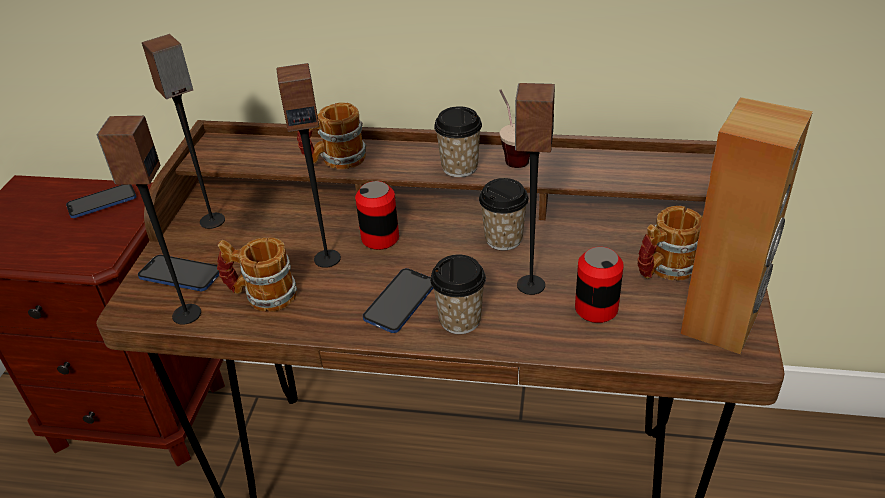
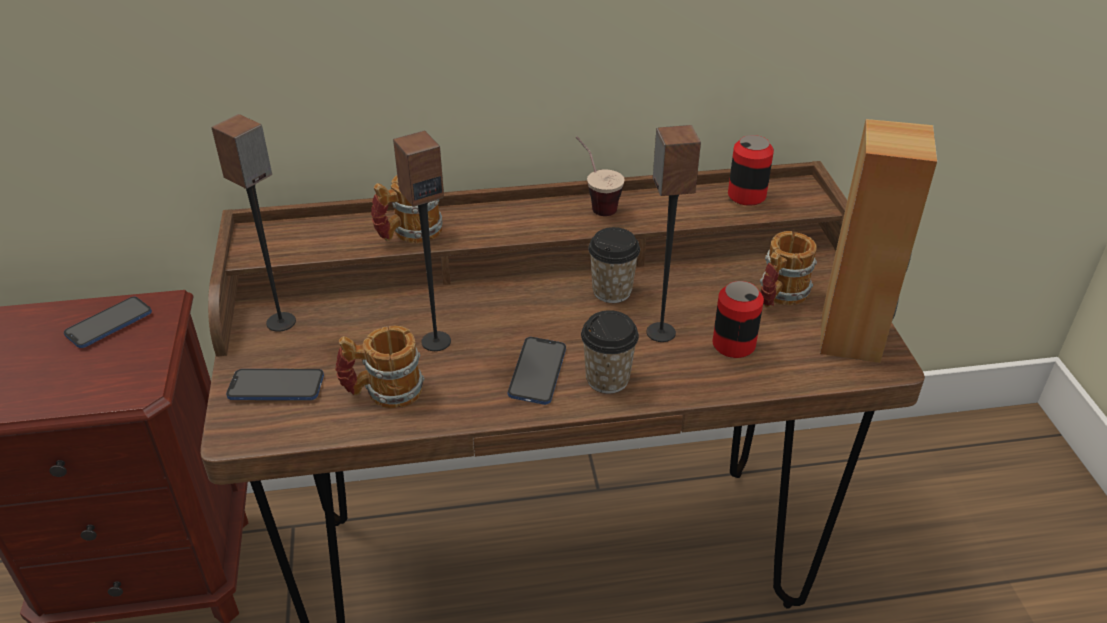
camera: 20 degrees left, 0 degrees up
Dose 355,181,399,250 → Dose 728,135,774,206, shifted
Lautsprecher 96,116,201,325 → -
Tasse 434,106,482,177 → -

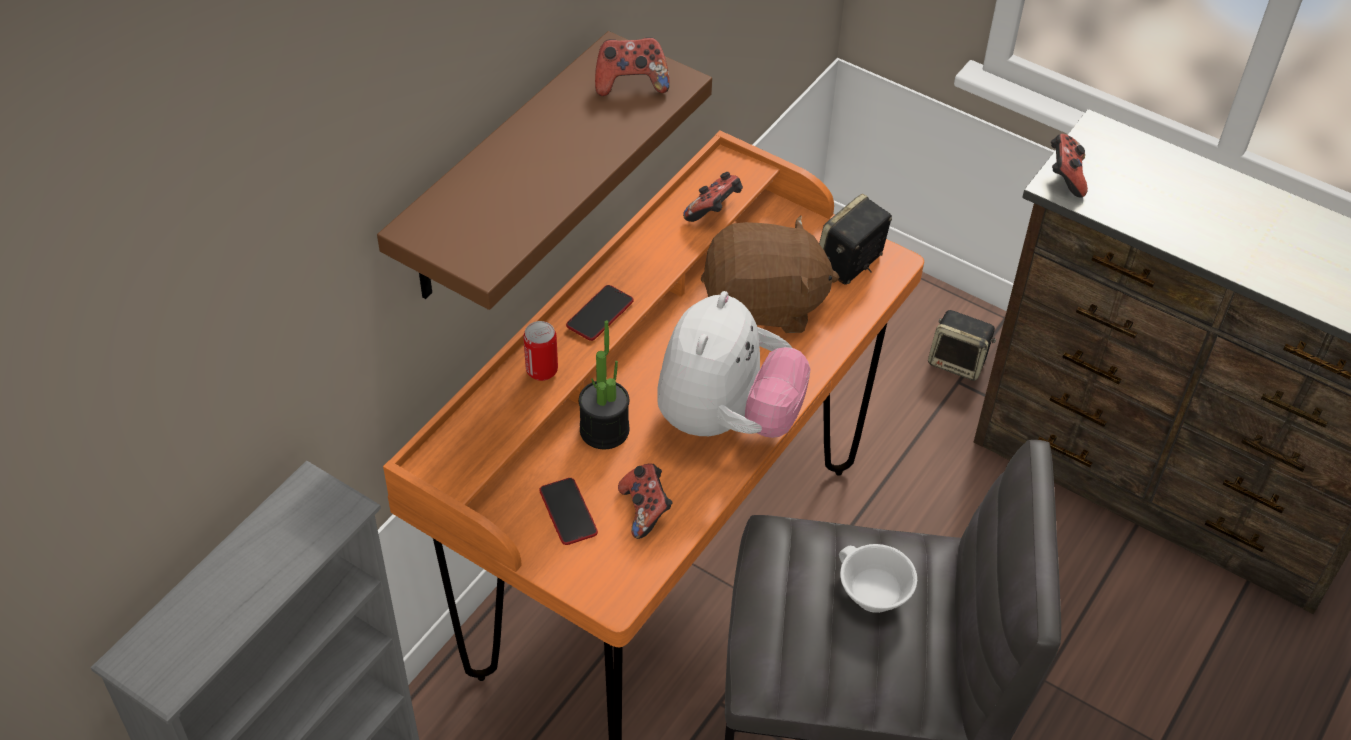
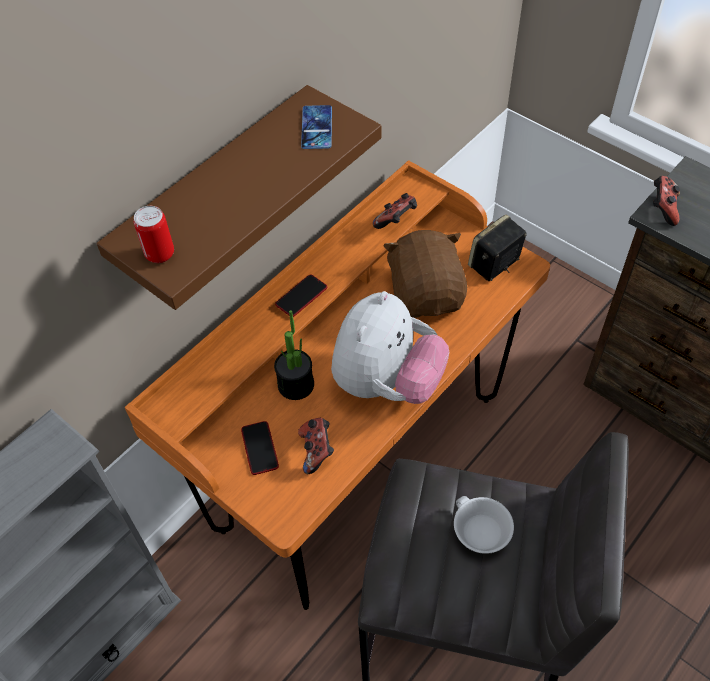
camera: 10 degrees right, 5 degrees up
Dose 524,321,558,381 → Dose 134,206,174,263, shifted
Gamepad 595,37,670,96 → Handy 301,105,332,149
Plüschtier [braun] 701,215,839,333 → Plüschtier [braun] 383,230,467,318, 105 degrees counterclockwise
Lautsprecher 928,310,996,381 → -

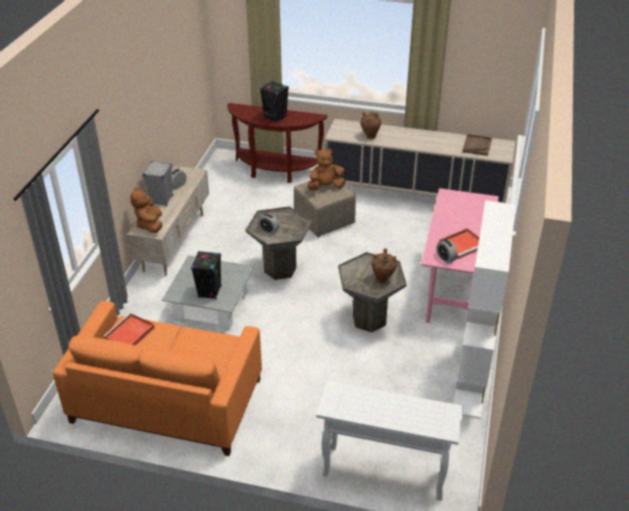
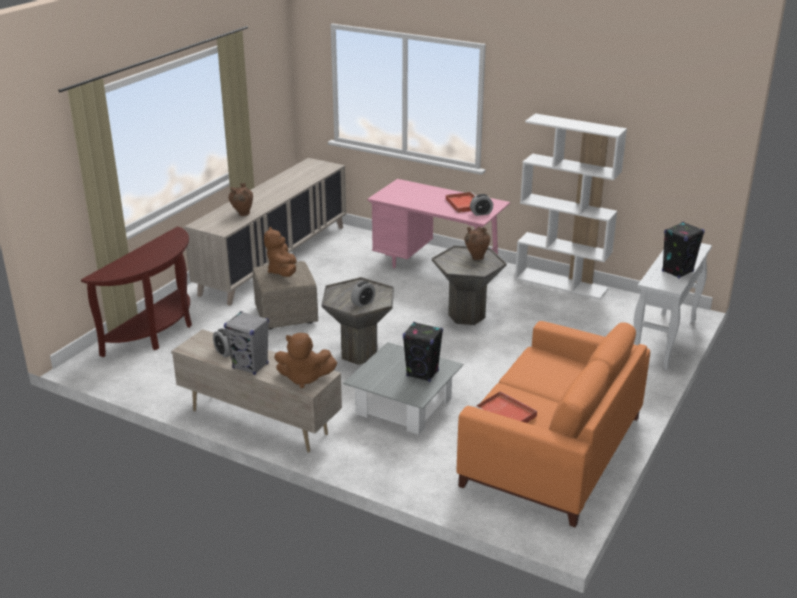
camera: 75 degrees left, 10 degrees down
Lautsprecher [schwarz] 260,81,289,123 → Lautsprecher [schwarz] 662,222,705,279, shifted
Tablett [braun] 462,134,492,156 → -

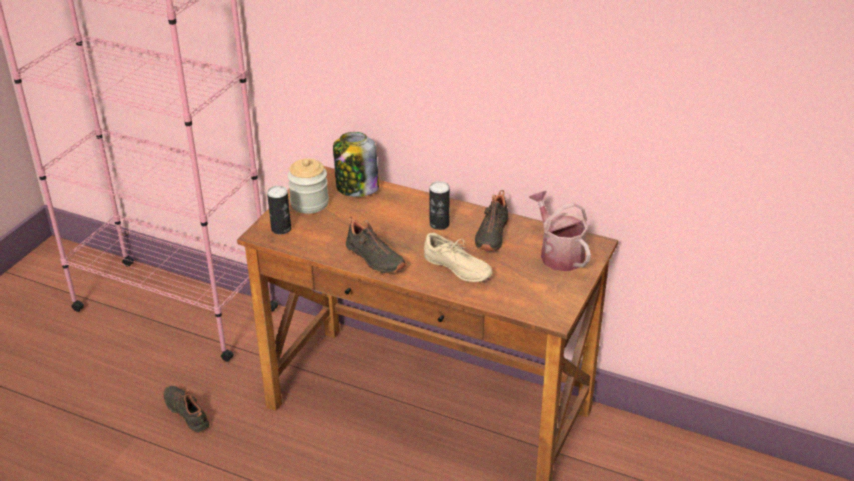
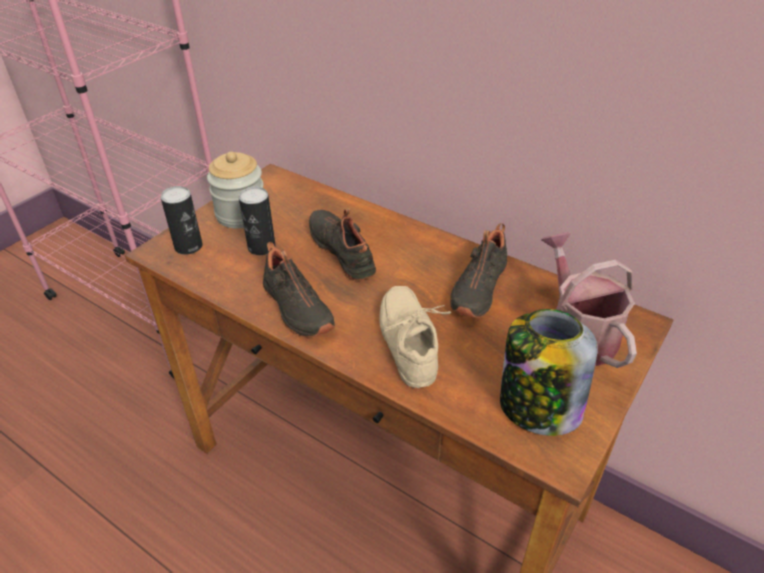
camera: 10 degrees right, 5 degrees up
Dose 429,181,450,230 → Dose 239,187,276,255, shifted
Schuh [schwarz] 164,386,209,433 → Schuh [schwarz] 309,208,376,281, shifted
Schuh [beige] 424,233,493,282 → Schuh [beige] 379,286,451,388, 150 degrees counterclockwise
Vorratsglas 333,132,379,197 → Vorratsglas 500,309,598,436, shifted

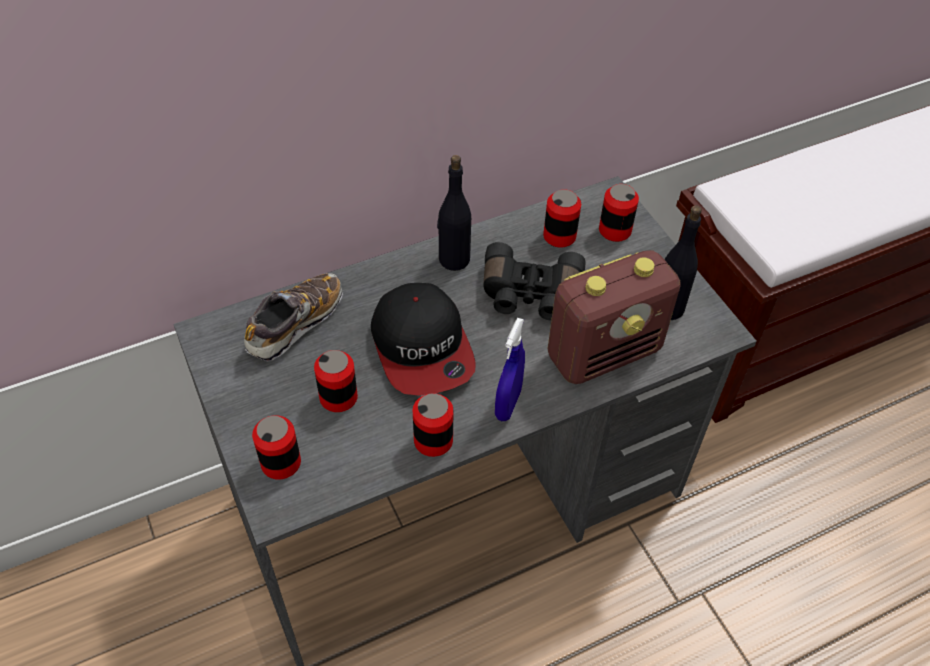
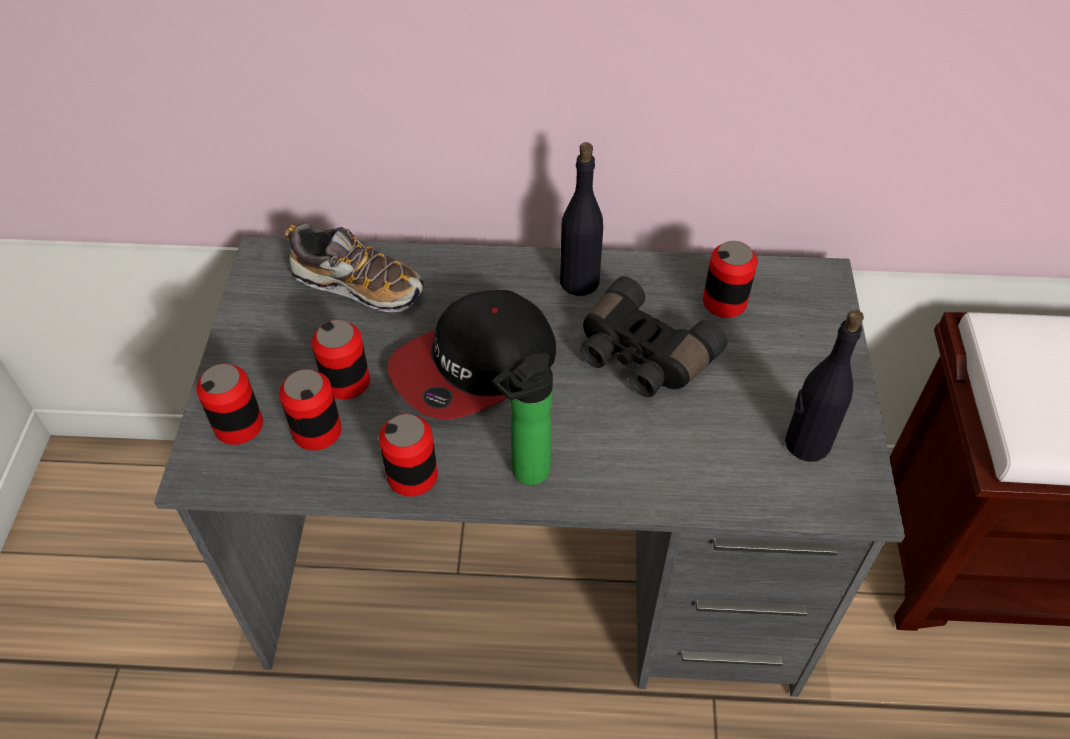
camera: 30 degrees right, 0 degrees up
Dose 599,184,639,242 → Dose 279,369,342,451, shifted
Schuh 244,273,343,361 → Schuh 285,223,424,312, 45 degrees clockwise
Kappe 371,283,476,396 → Kappe 388,290,556,420, 45 degrees clockwise
Sprühflasche [blau] 495,318,525,421 → Flasche 493,353,553,485
Radio 547,250,681,384 → -

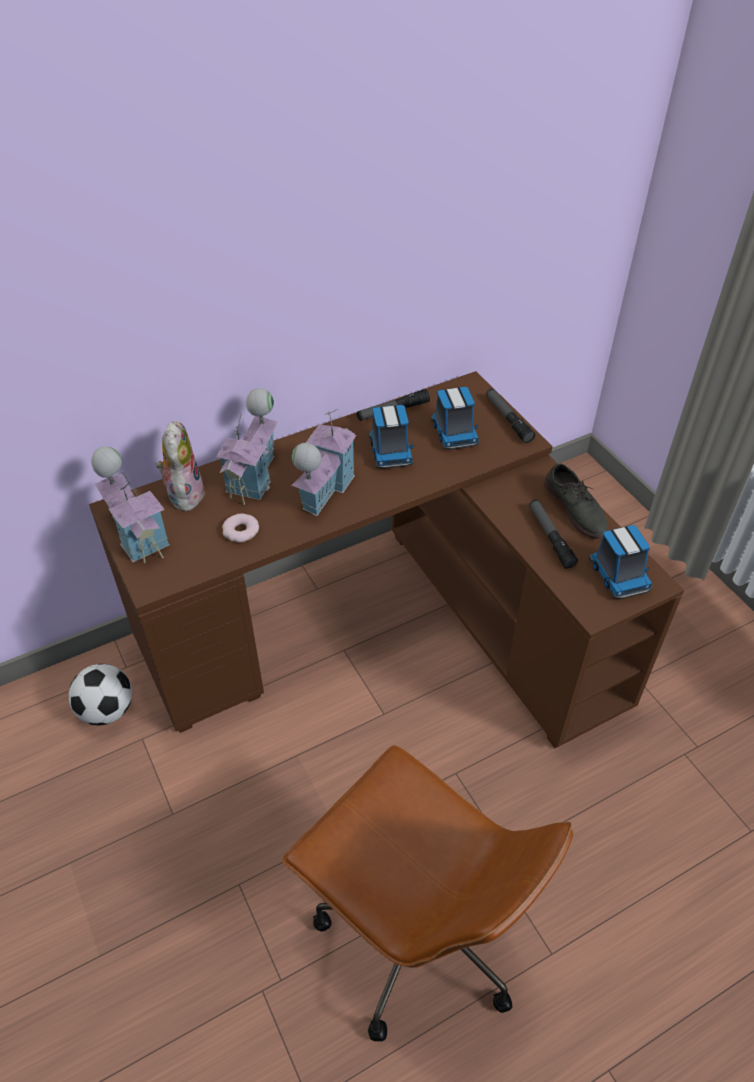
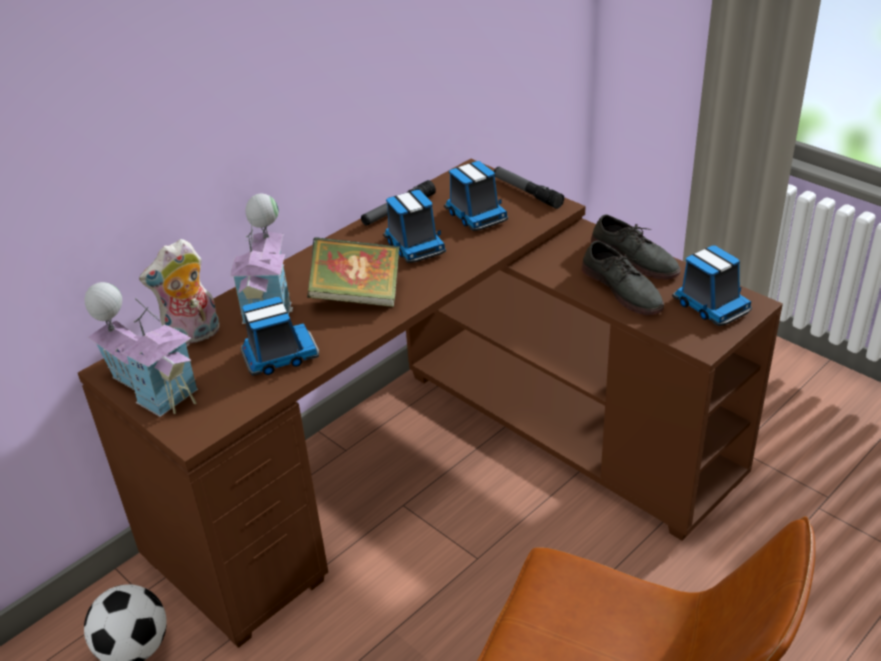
camera: 15 degrees left, 10 degrees down
Plüschtier 156,421,205,511 → Plüschtier 139,239,219,346, 105 degrees counterclockwise
Donut 222,513,259,543 → Spielzeuglaster 241,297,319,376
Spielzeughaus 292,409,356,516 → Buch 307,237,400,307
Taschenlampe 529,500,578,569 → Schuh [grau] 582,241,664,315

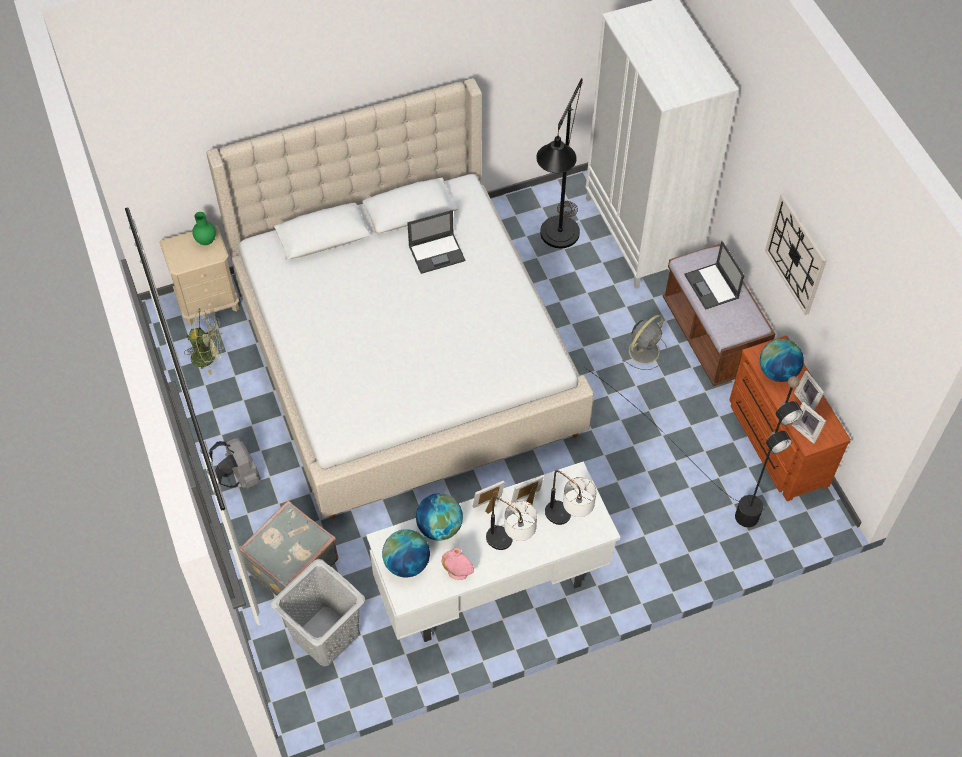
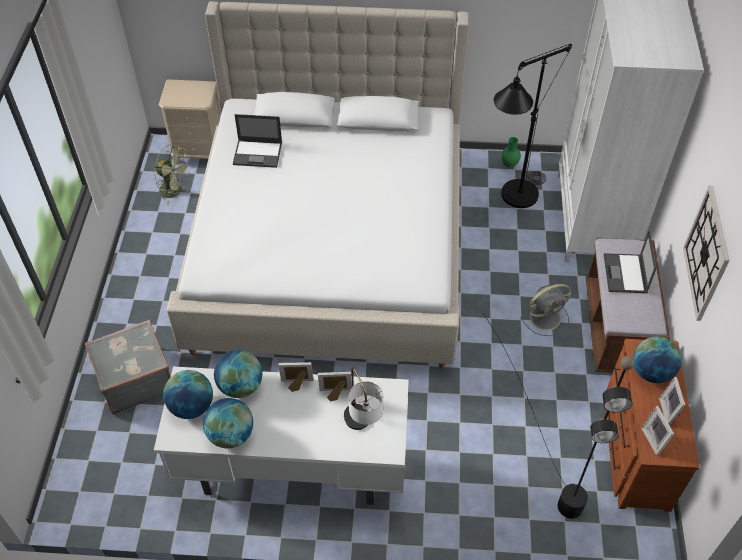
camera: 25 degrees right, 5 degrees down
Vase [rosa] 442,548,474,580 → Globus 203,398,253,448
Laptop 407,210,465,274 → Laptop 233,114,282,168, shifted
Vase [grün] 192,212,216,245 → Vase [grün] 501,137,521,167, shifted
Rucksack [grau] 209,437,261,489 → -
Wäschekorb [grau] 271,559,365,666 → -
Tischlampe 486,497,537,550 → -

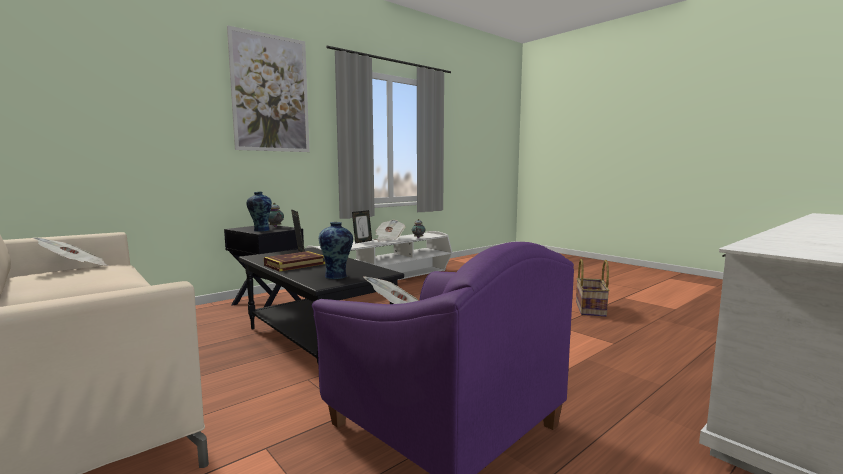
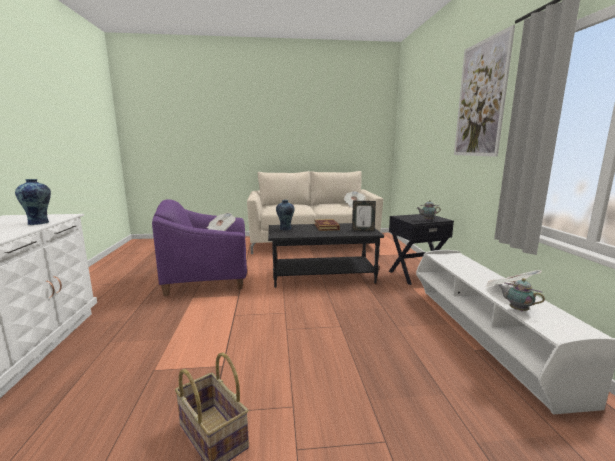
camera: 125 degrees right, 5 degrees up
Vase 246,192,272,232 → Vase 15,179,51,225, shifted
Bilderrahmen 352,210,372,244 → -

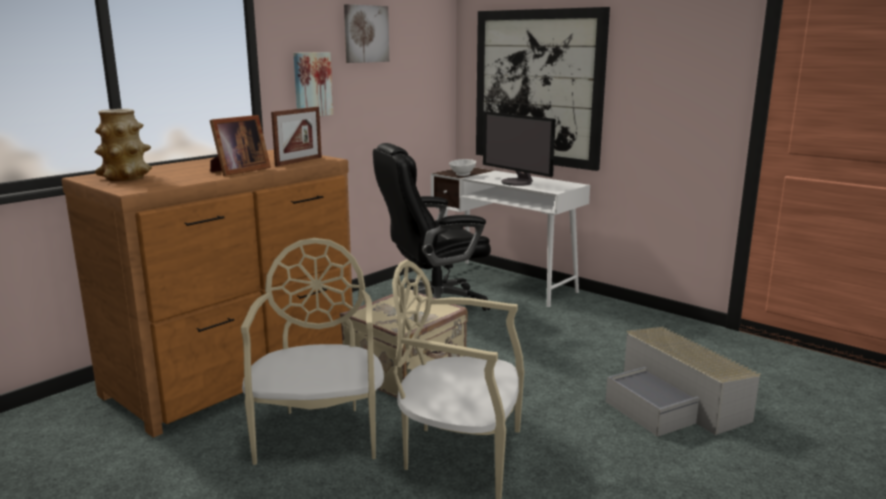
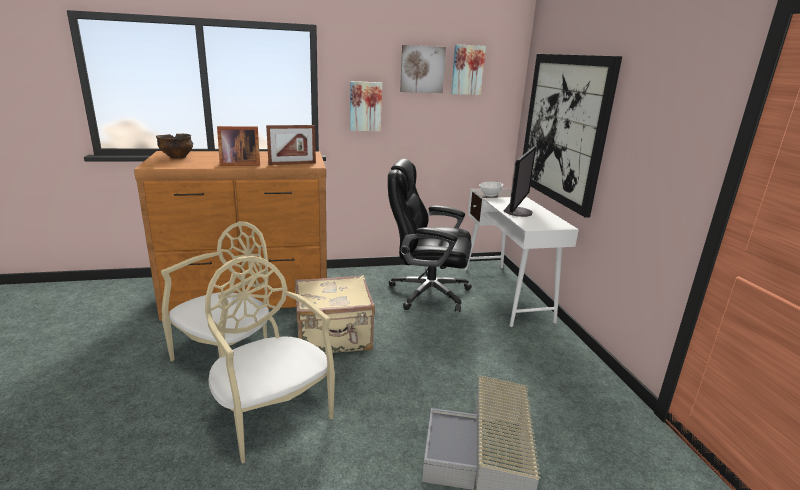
camera: 35 degrees right, 5 degrees up
Vase 95,109,152,181 → Schüssel 156,134,193,159
- → Bild 451,44,486,95
Monitor 483,111,556,186 → Monitor 504,146,536,217, 150 degrees counterclockwise

